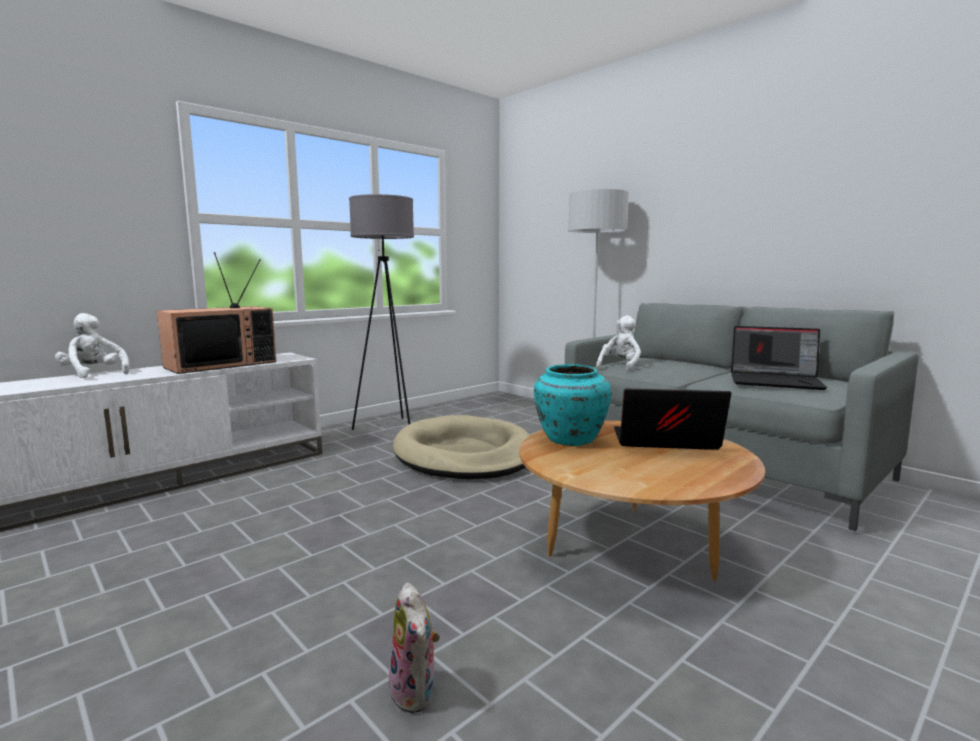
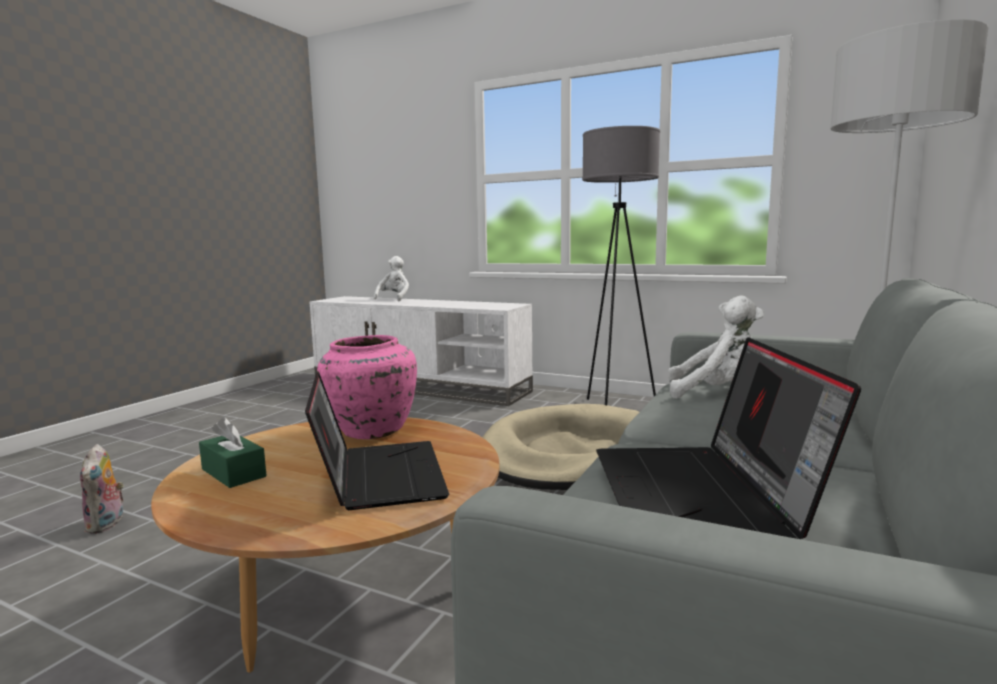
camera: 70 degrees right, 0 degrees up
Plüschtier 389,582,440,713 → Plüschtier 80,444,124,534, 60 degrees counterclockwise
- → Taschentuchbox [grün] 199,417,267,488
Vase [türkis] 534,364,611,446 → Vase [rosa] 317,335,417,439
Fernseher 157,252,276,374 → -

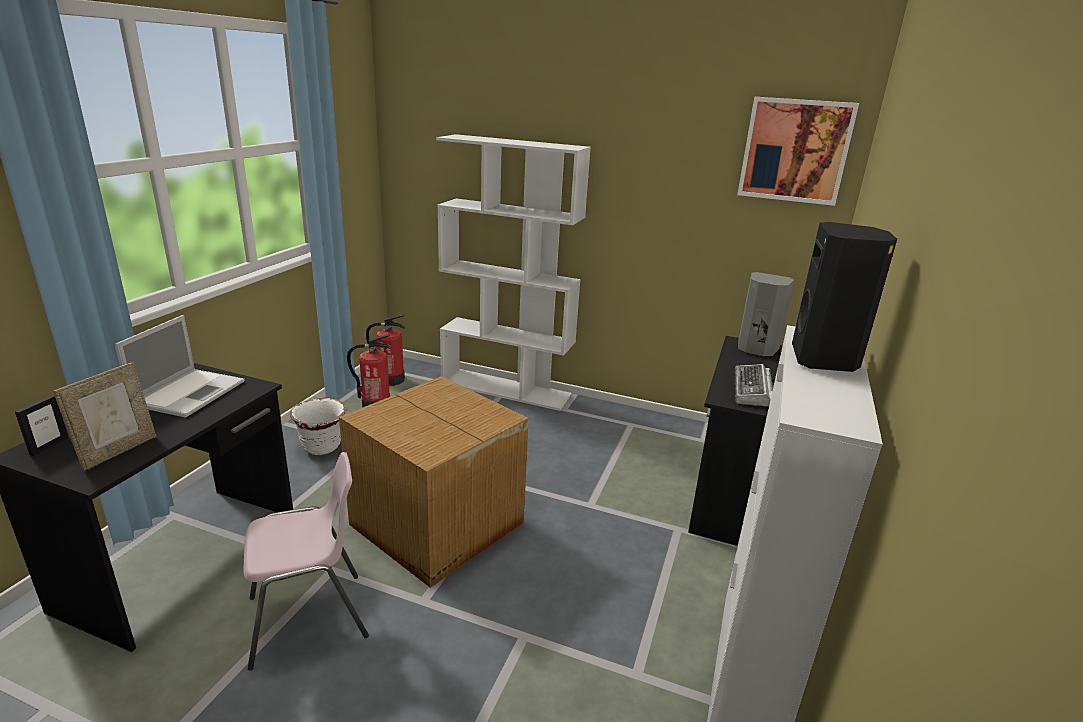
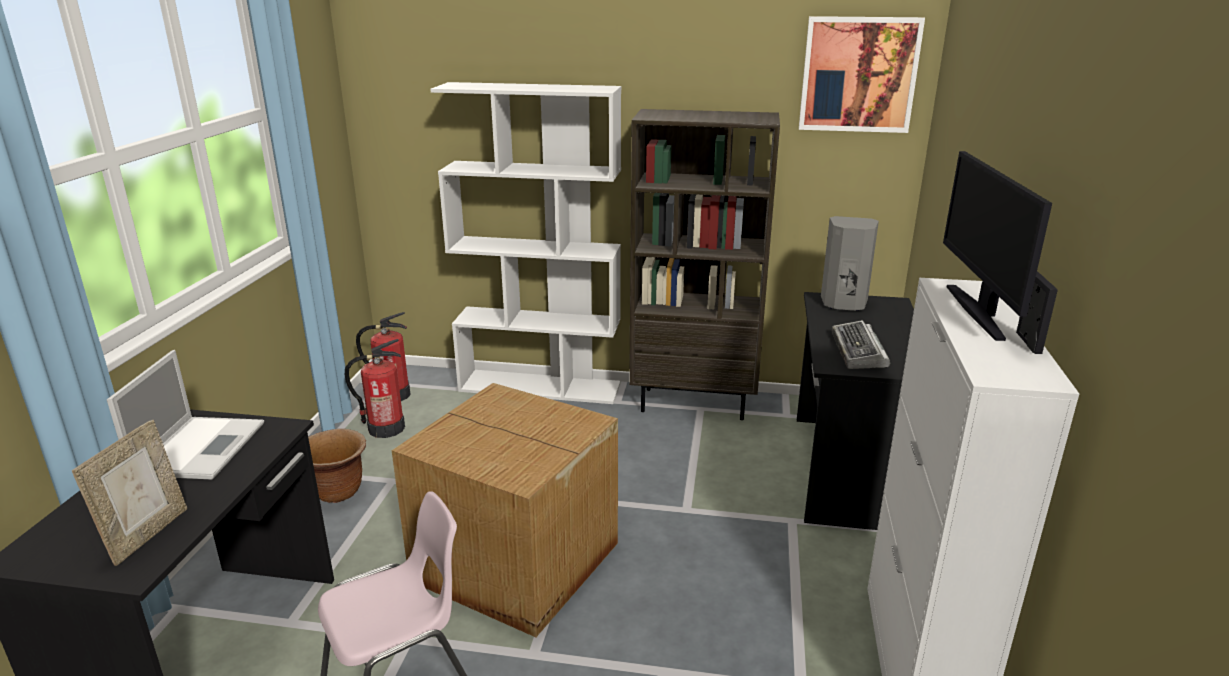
camera: 10 degrees left, 0 degrees up
Pflanzkübel [weiß] 290,398,347,455 → Pflanzkübel [braun] 308,429,366,503
- → Bücherregal [braun] 629,109,780,420
Lautsprecher [schwarz] 792,222,897,372 → Monitor 943,151,1052,341
Bilderrahmen 15,395,69,456 → Bilderrahmen 1016,271,1058,354, shifted

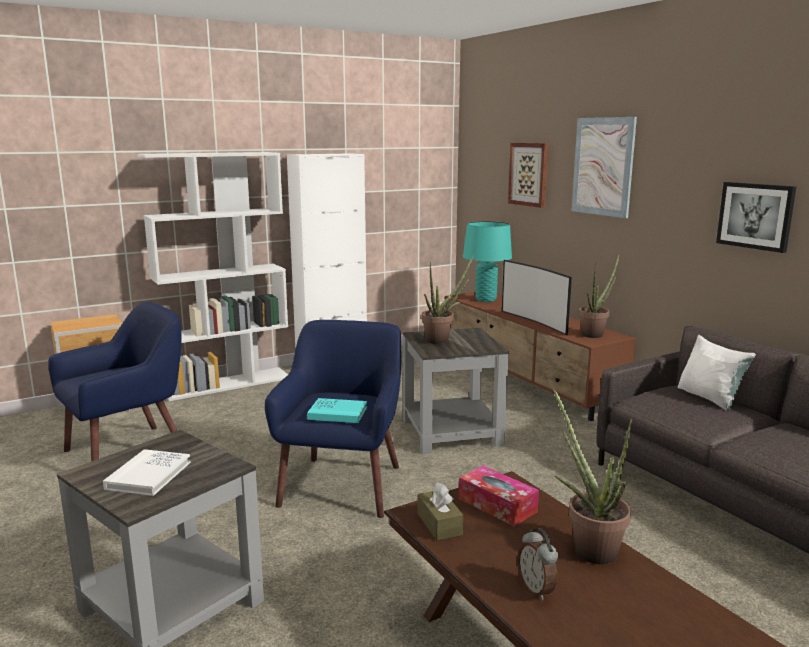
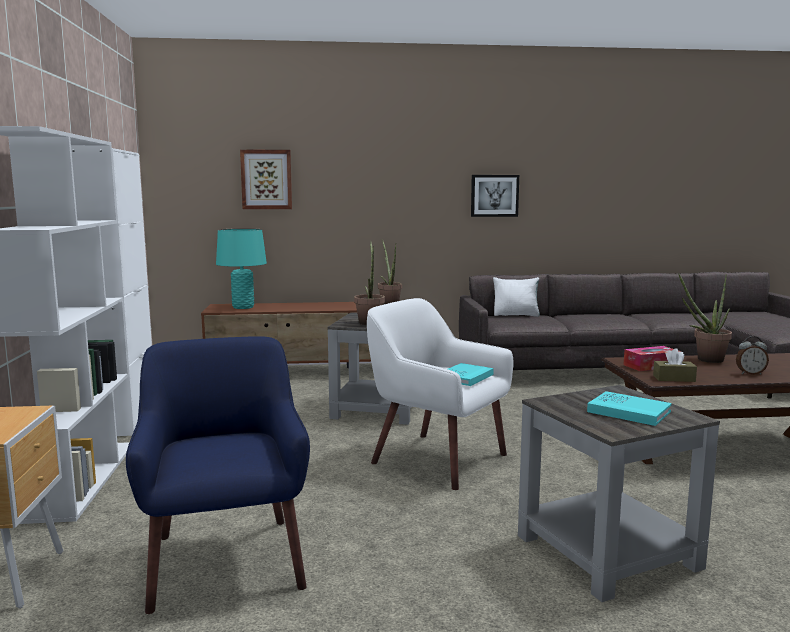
camera: 65 degrees left, 5 degrees down
Sessel [blau] 265,320,401,518 → Sessel [weiß] 367,298,513,490
Buch [weiß] 103,449,191,496 → Buch [türkis] 587,391,672,426
Fernseher 502,260,572,335 → -
Bild 572,117,637,218 → -

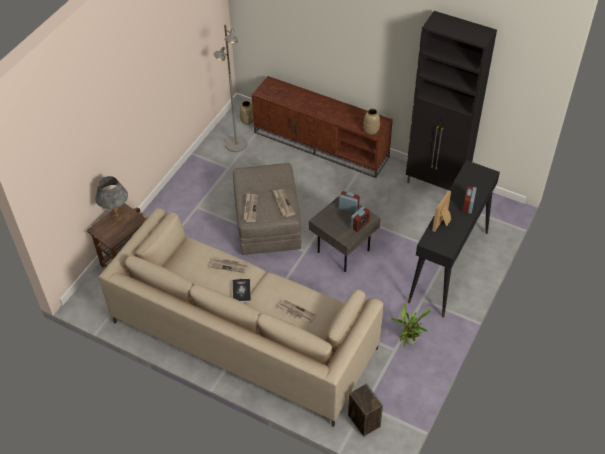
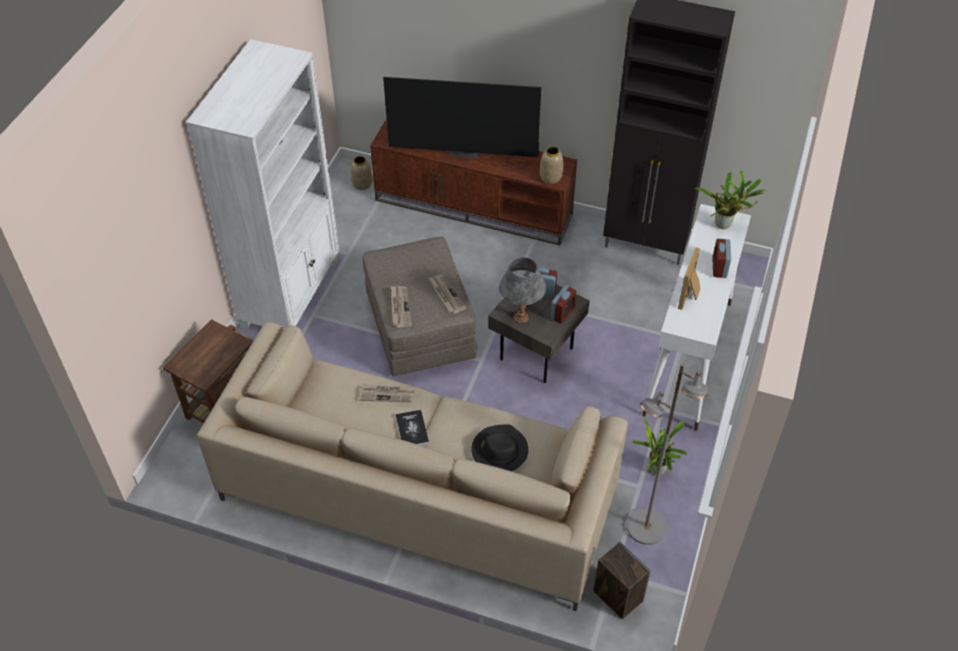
camera: 10 degrees left, 0 degrees up
- → Bücherregal [weiß] 186,39,339,330
- → Fernseher 383,77,541,158
Zeitung 278,300,317,324 → Hut [schwarz] 471,425,528,471
Tischlampe [grau] 95,176,128,222 → Tischlampe [grau] 499,257,546,323, shifted
Stehlampe [grau] 213,24,247,152 → Stehlampe [grau] 627,364,708,545, shifted
Konsolentisch [schwarz] 408,160,500,318 → Konsolentisch [weiß] 642,204,751,431
- → Topfpflanze 695,171,766,229

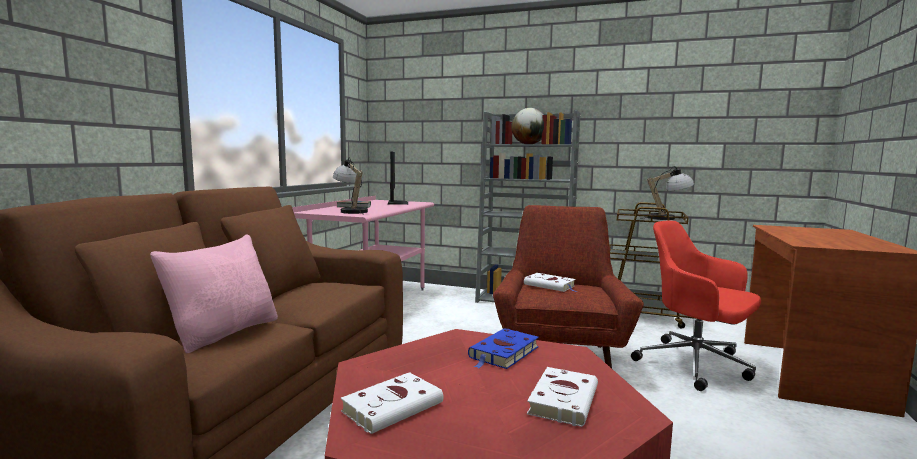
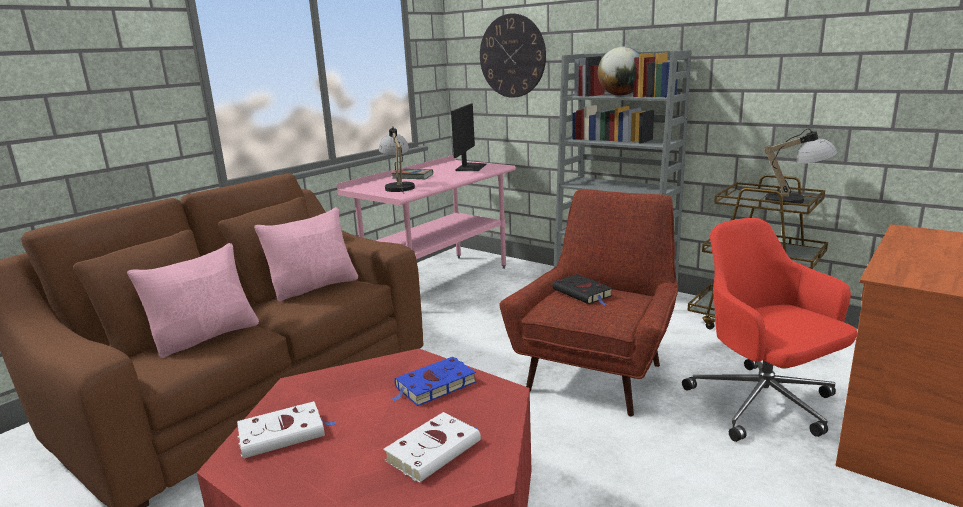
camera: 20 degrees right, 10 degrees up
- → Kissen [rosa] 254,207,358,302
- → Wanduhr 480,13,546,98
Buch [weiß] 524,273,576,292 → Buch [schwarz] 552,274,613,305

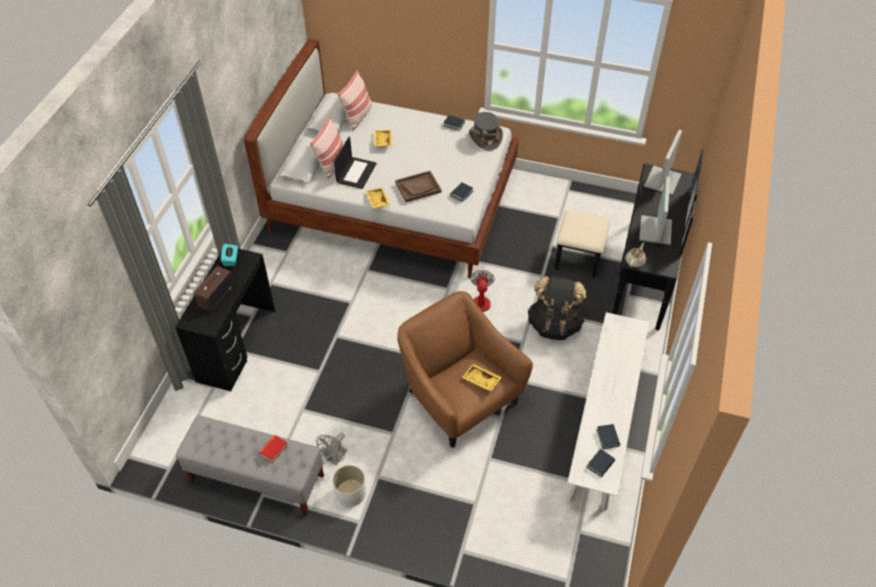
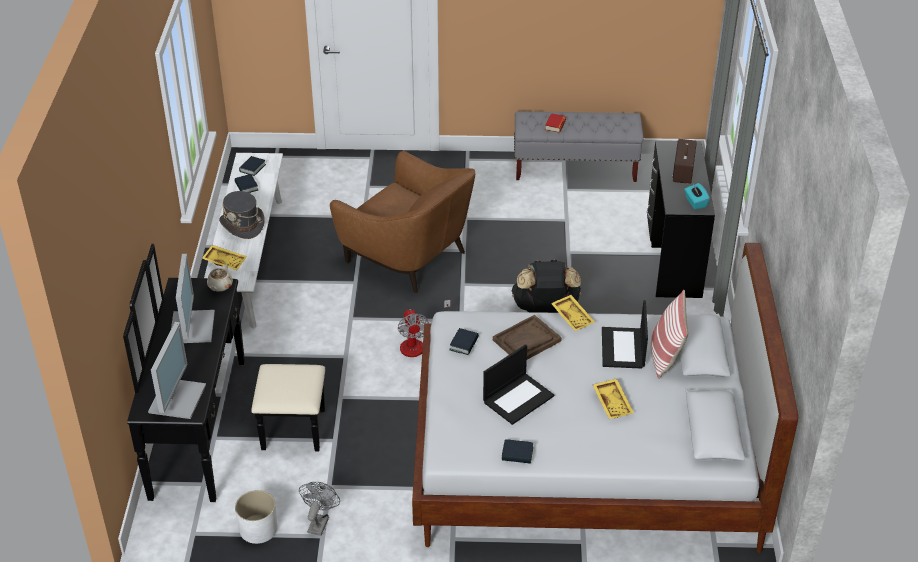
camera: 165 degrees right, 10 degrees down
Tablett [gelb] 462,364,502,391 → Tablett [gelb] 202,245,247,270, shifted
Hut [grau] 469,112,503,151 → Hut [grau] 219,191,265,239, shifted
Pflanzkübel [weiß] 332,465,366,507 → Pflanzkübel [weiß] 235,490,277,544, shifted
Ventilator [grau] 316,432,347,465 → Ventilator [grau] 299,482,340,536, shifted
- → Laptop 483,344,554,425
Rucksack [schwarz] 528,276,586,340 → Rucksack [schwarz] 512,259,581,313, shifted
Kissen 337,70,372,130 → -

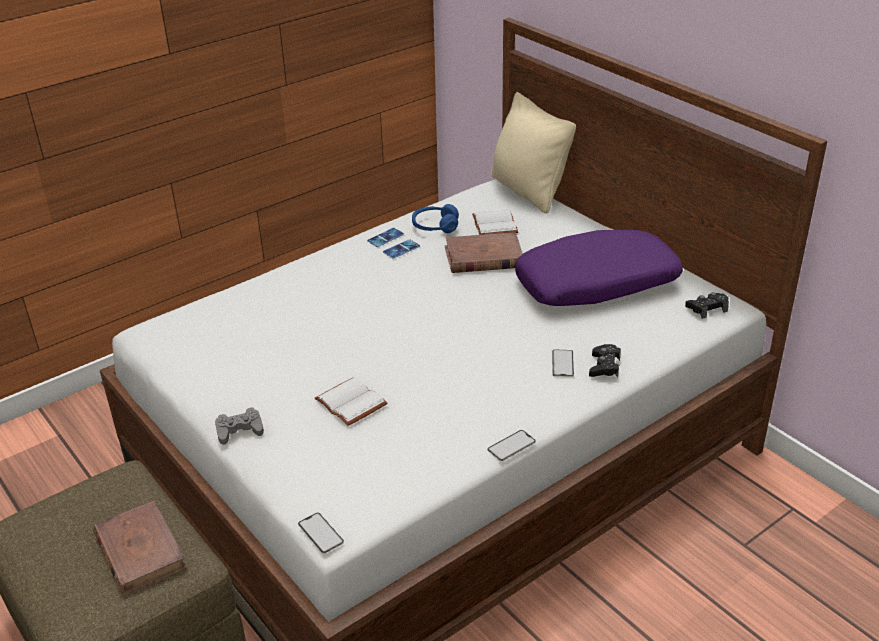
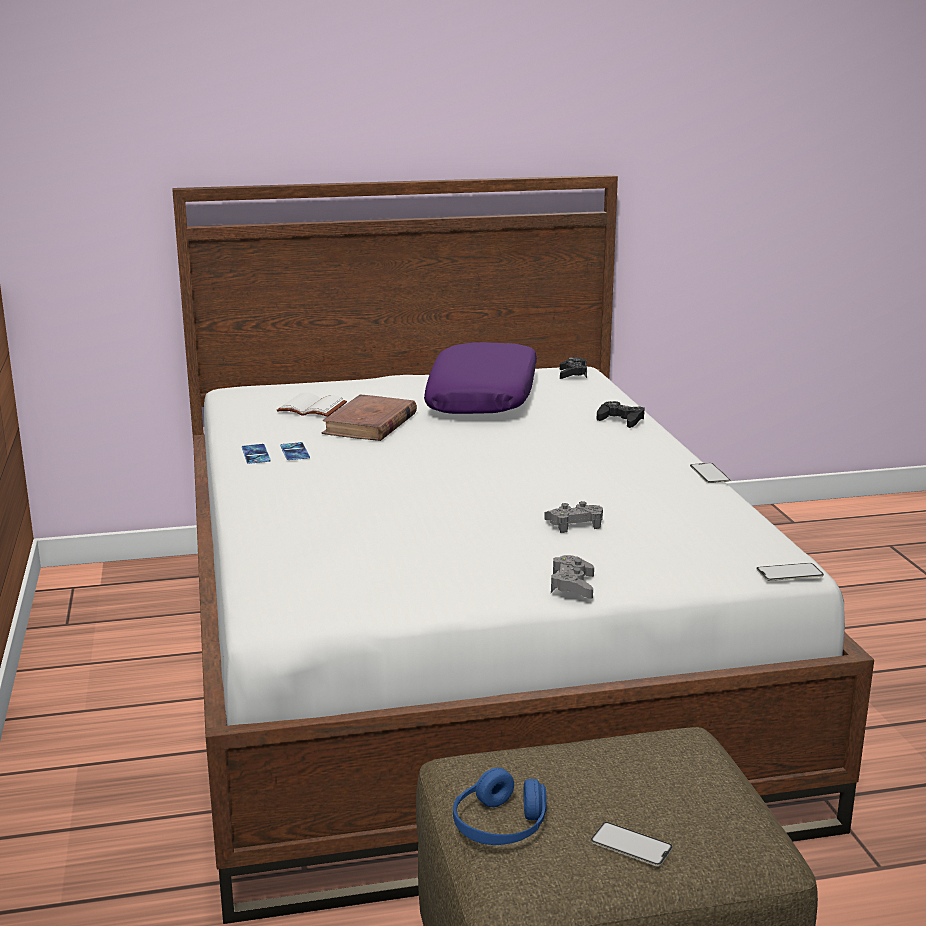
camera: 65 degrees left, 15 degrees down
Kopfhörer [blau] 412,204,459,233 → Kopfhörer [blau] 453,767,547,845, shifted
Buch [weiß] 315,377,387,426 → Gamepad [grau] 544,501,603,533
Handy 552,350,574,377 → Handy 591,822,673,867, shifted
Buch [braun] 93,501,187,595 → -
Kissen [beige] 491,92,576,213 → -

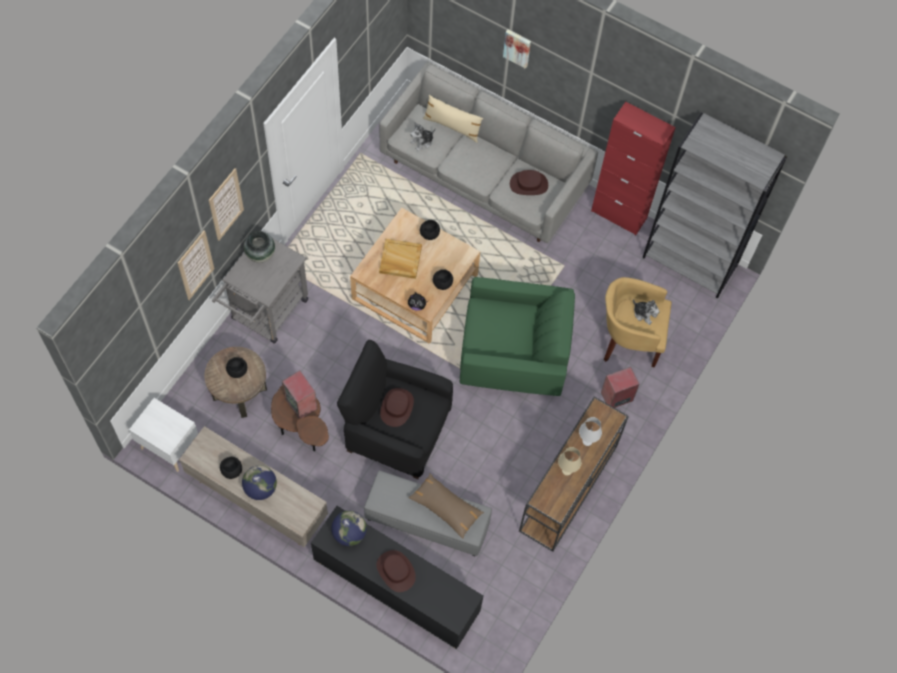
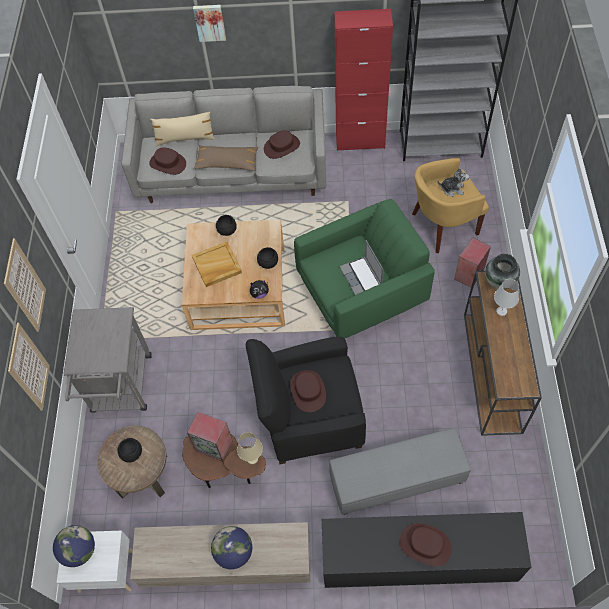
camera: 25 degrees left, 5 degrees down
Globus 331,511,367,546 → Globus 53,525,95,567, shifted
Plüschtier 410,122,436,151 → Hut [braun] 149,147,186,175
Kissen [braun] 408,473,484,539 → Kissen [braun] 194,145,259,171, shifted
Tischlampe [beige] 558,447,581,476 → Tischlampe [beige] 237,432,263,464, shifted
- → Laptop 340,240,384,295
Vase 244,231,275,263 → Vase 485,254,520,290, shifted
Schüssel [schwarz] 220,457,242,479 → -

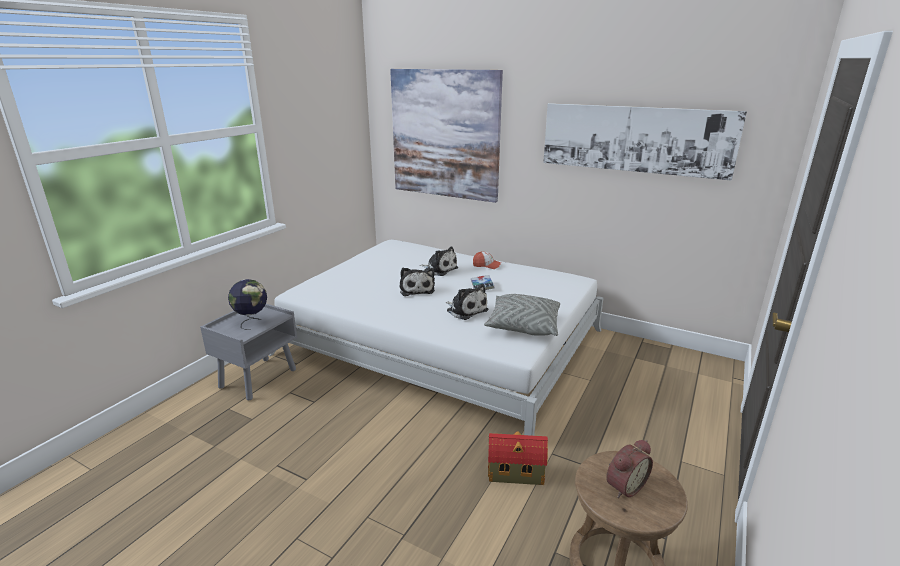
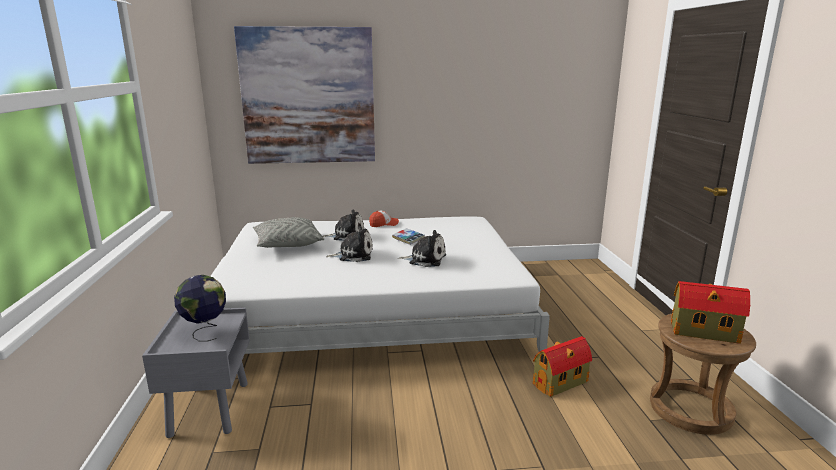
camera: 35 degrees left, 5 degrees down
Kissen [grau] 484,294,560,336 → Kissen [grau] 253,217,324,248, shifted
Plüschtier 400,268,435,296 → Plüschtier 326,226,373,262, 45 degrees counterclockwise
Wecker 606,440,653,498 → Spielzeughaus 671,281,750,344
Bild 543,103,747,181 → -

